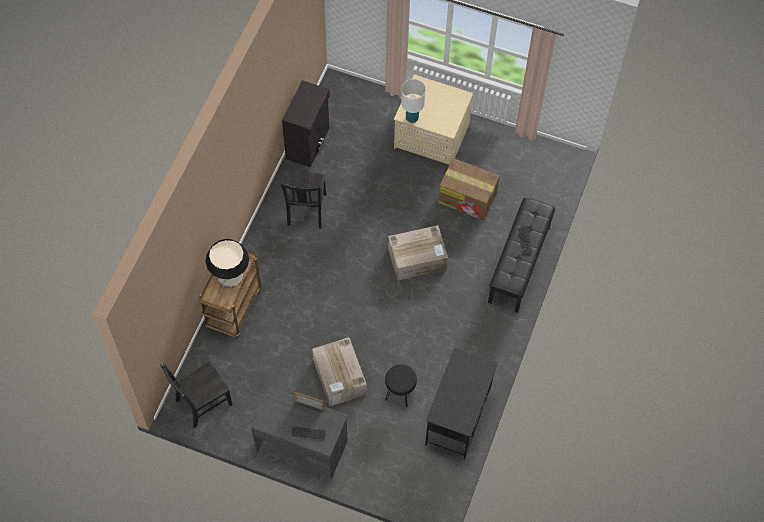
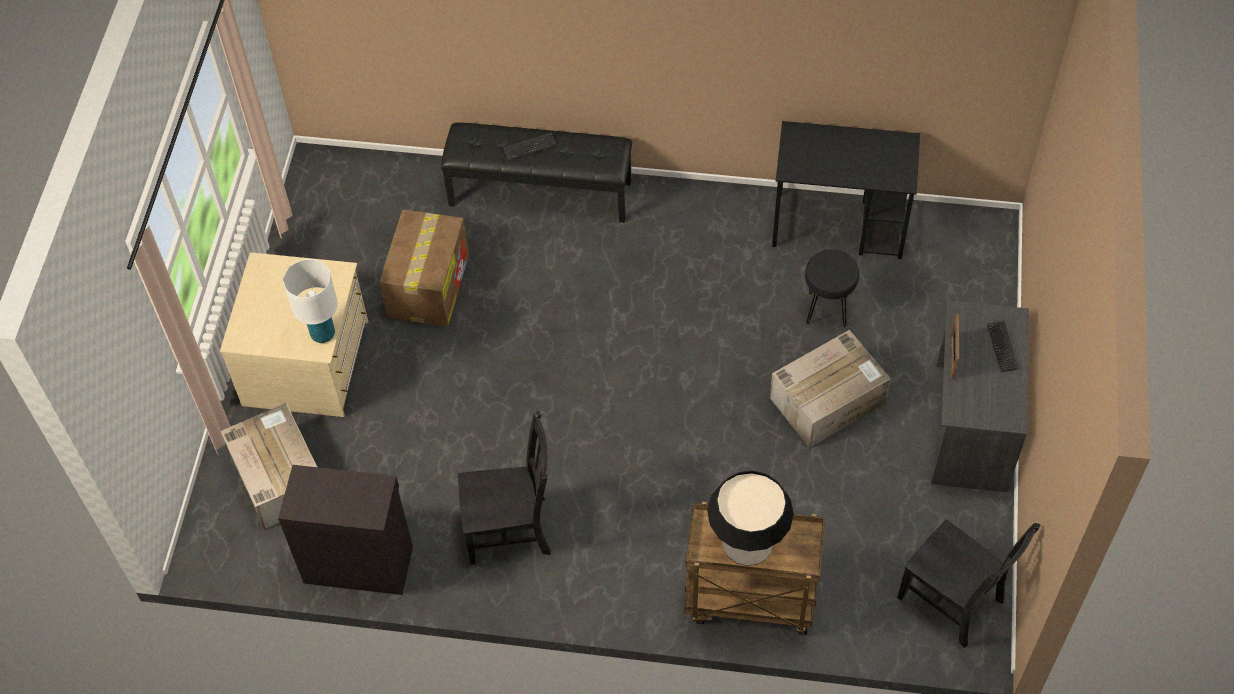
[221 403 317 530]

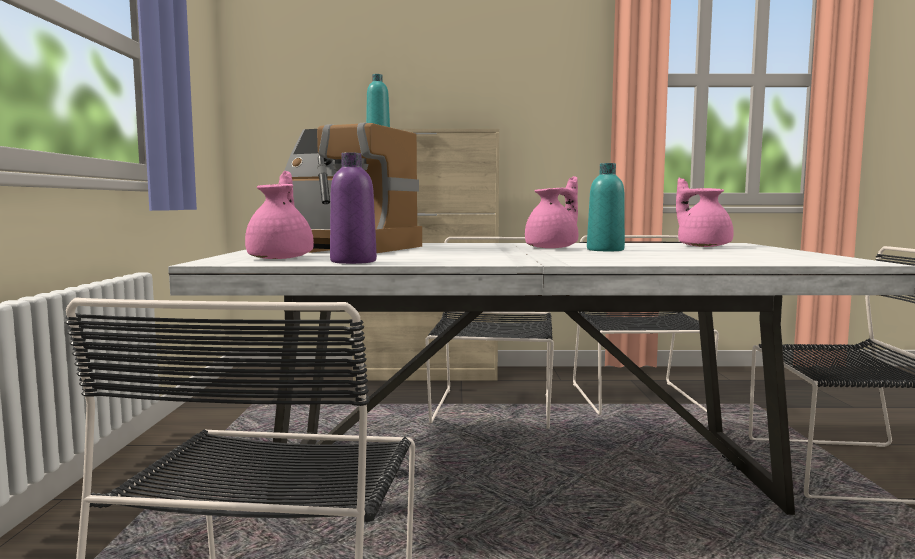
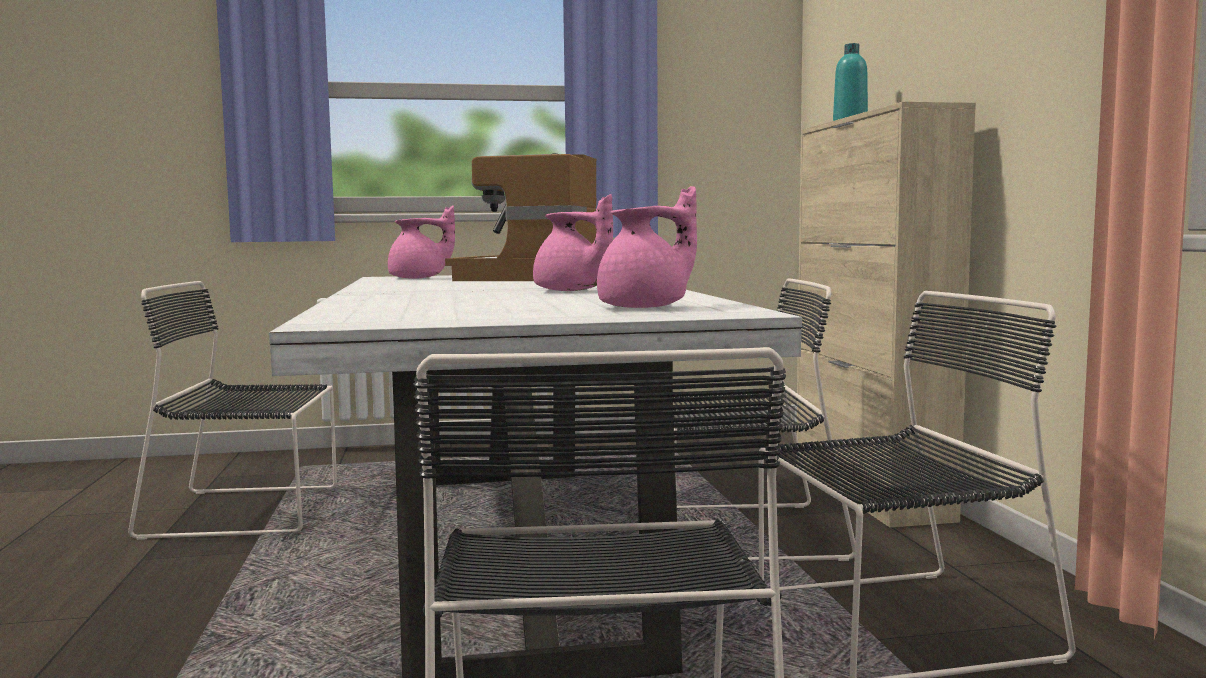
[330 153 377 264] (first image)
[587 163 625 251] (first image)

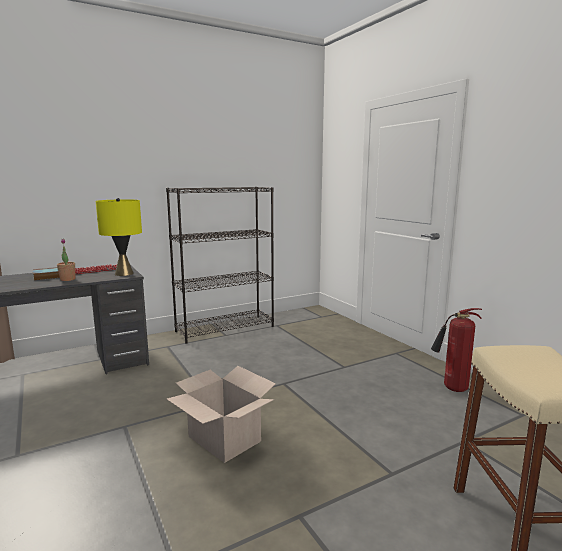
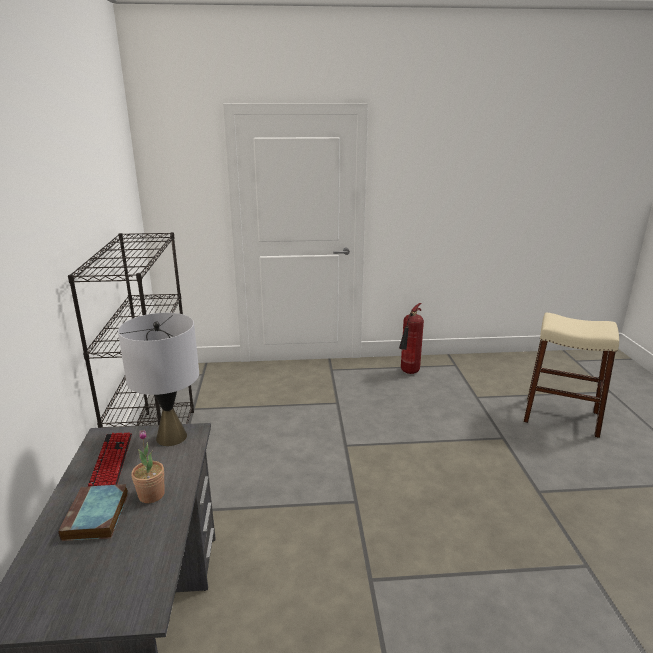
[118 312 199 446]
[167 366 276 463] (first image)

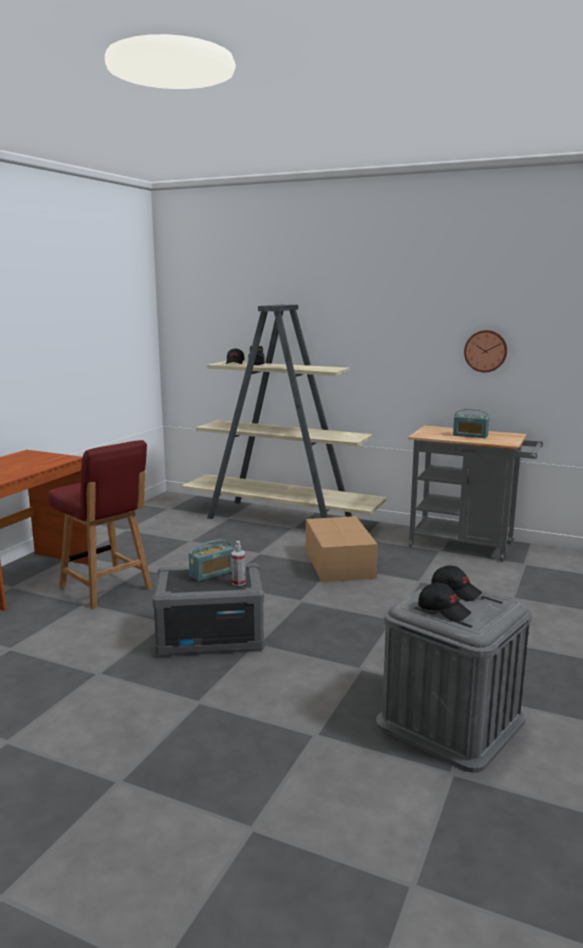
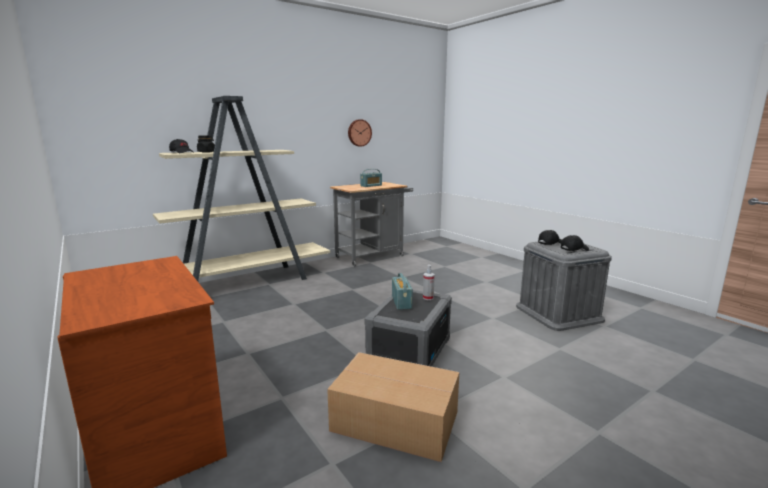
[327 352 459 462]
[48 440 152 609] (first image)

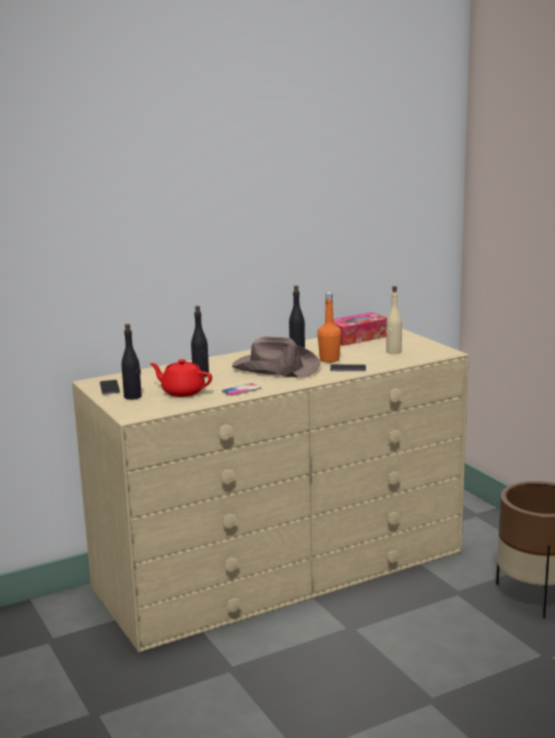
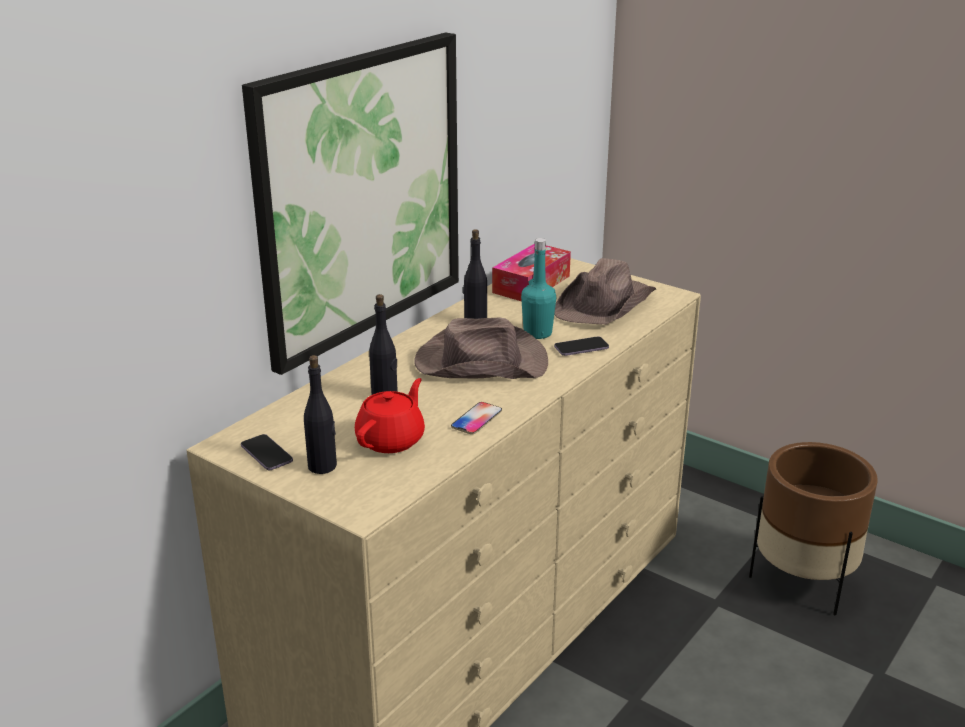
[242 32 459 375]
[355 378 425 453]
[521 238 556 339]
[554 258 656 325]

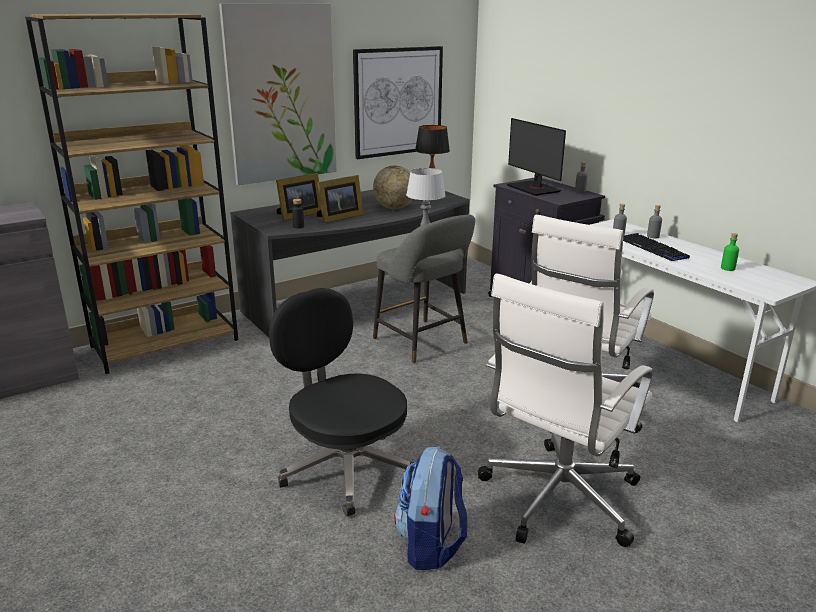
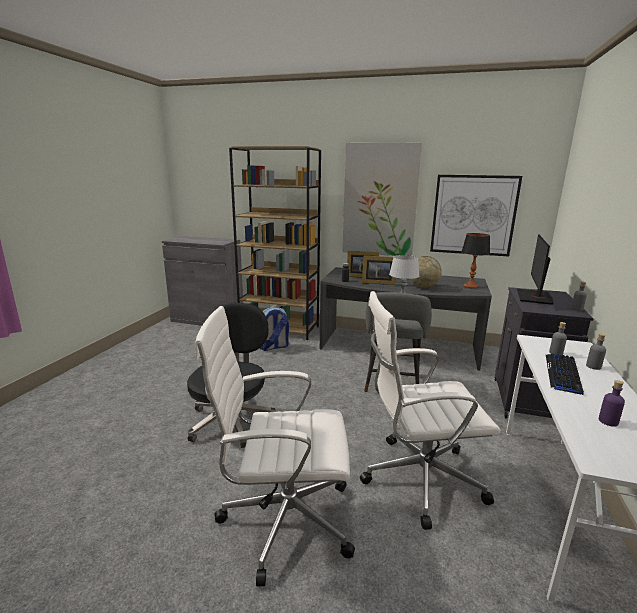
[259 307 289 351]
[599 380 625 427]

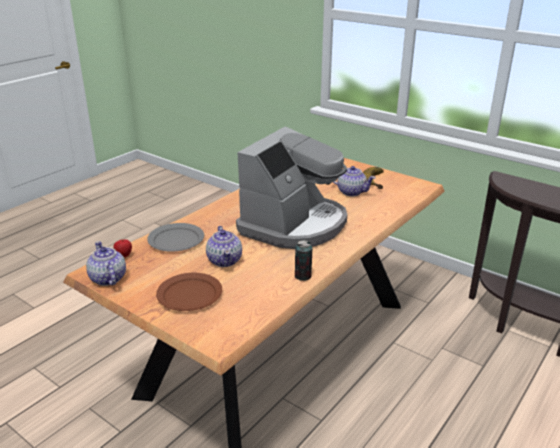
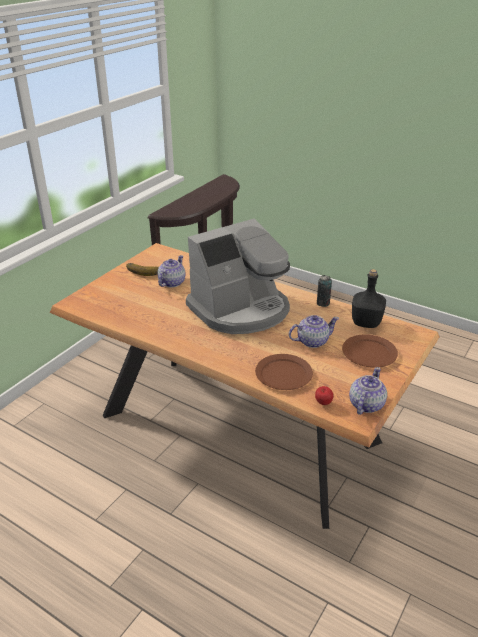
[186 218 290 334]
[255 354 313 390]
[349 367 387 415]
[352 269 386 328]

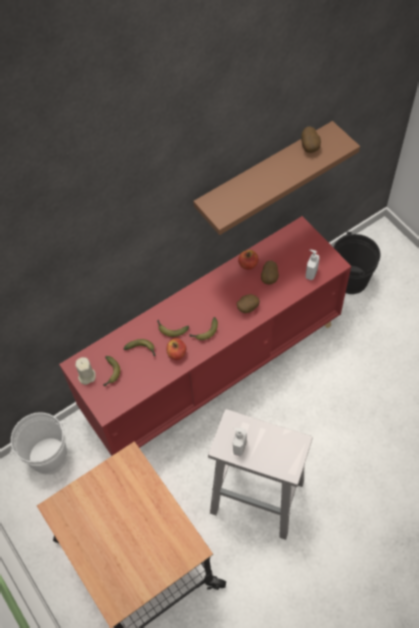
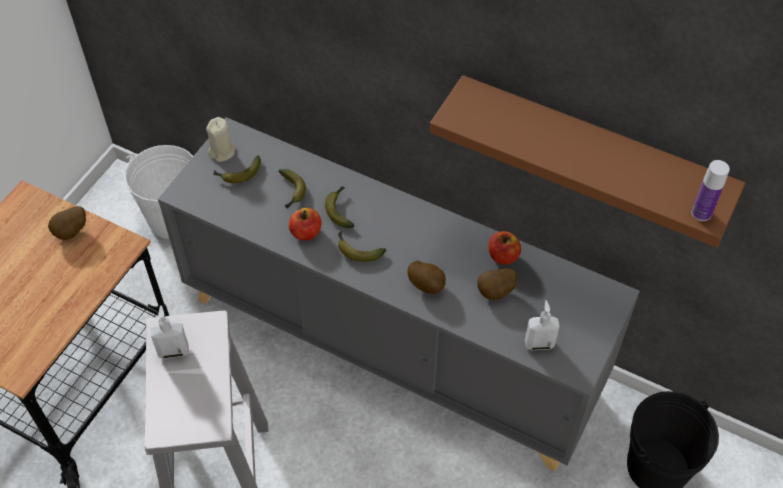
[48 206 86 240]
[158 117 640 472]
[692 160 730 221]

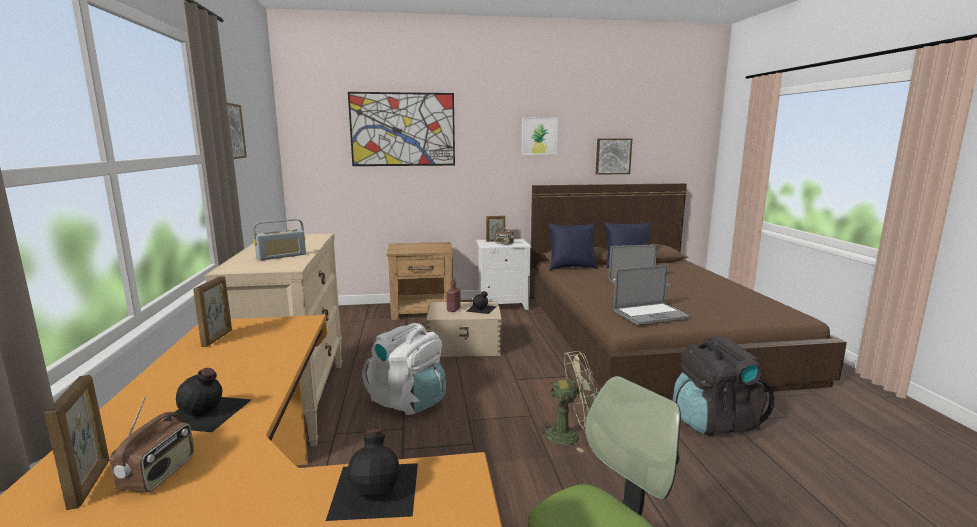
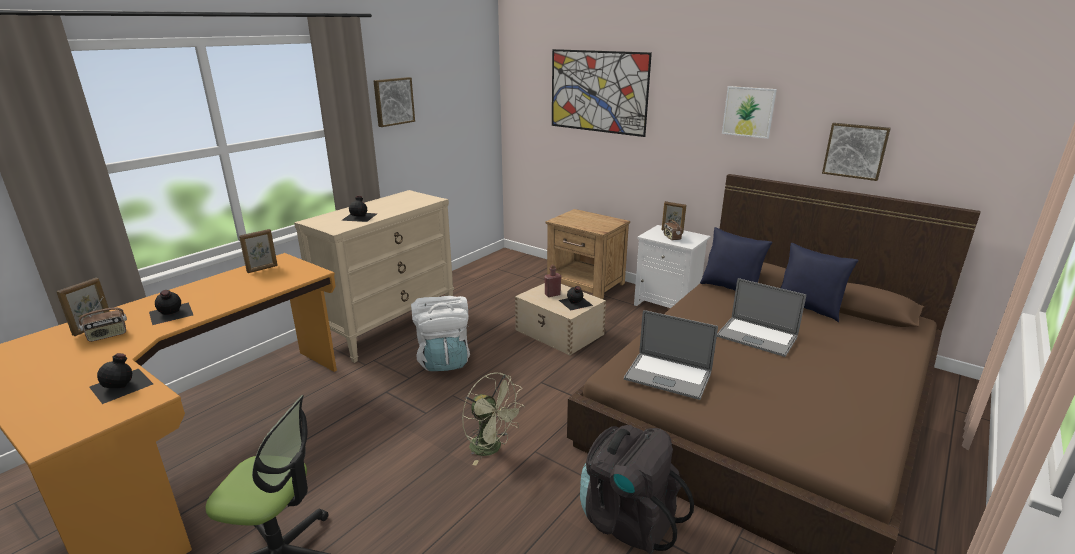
[341 196 378 222]

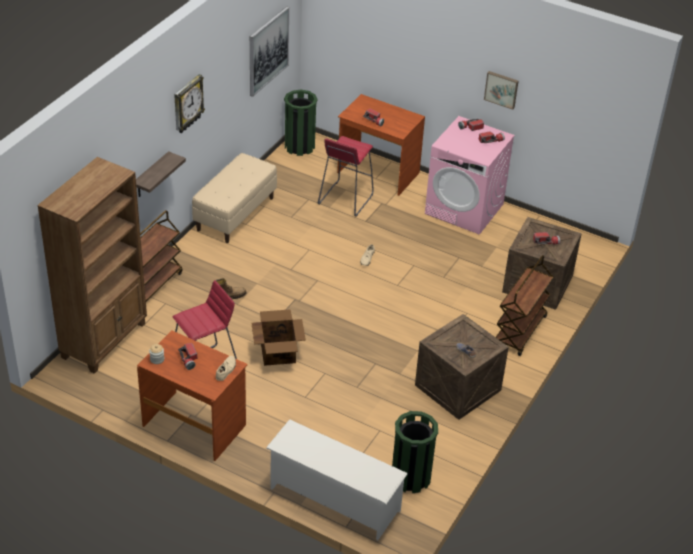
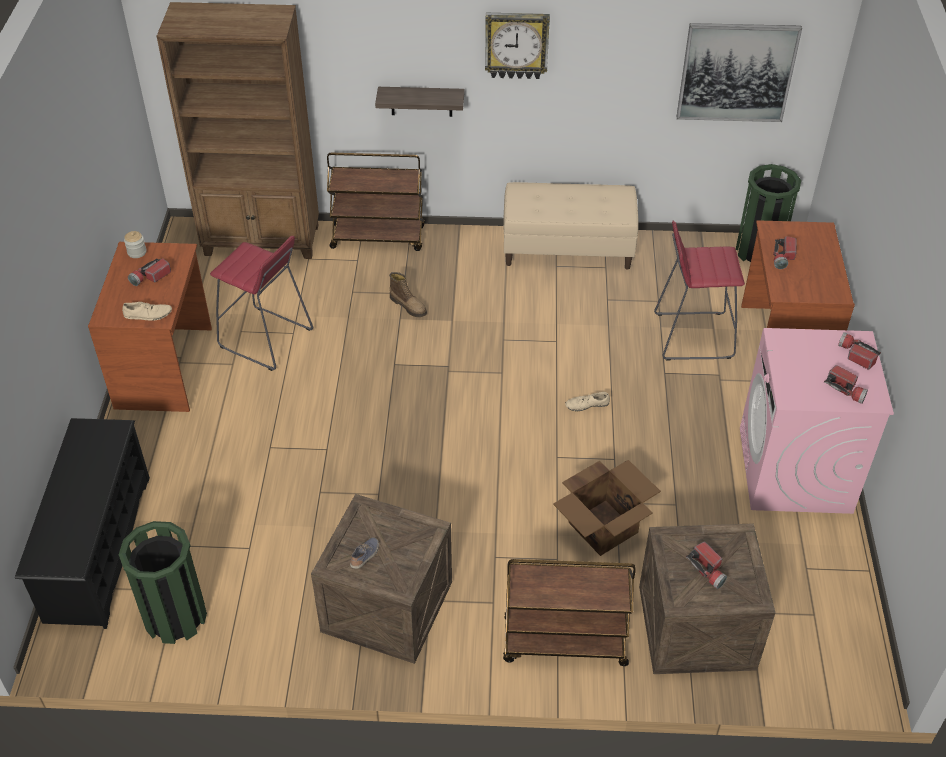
[15 418 150 629]
[553 460 661 556]
[484 71 519 110] (first image)

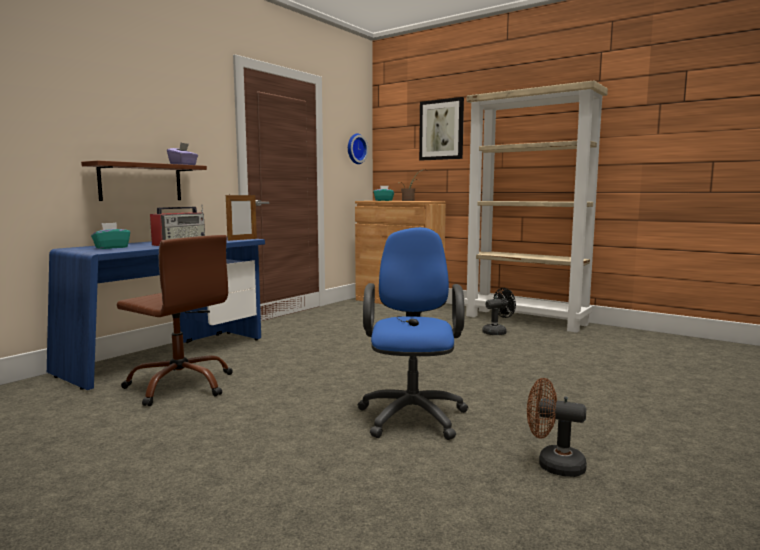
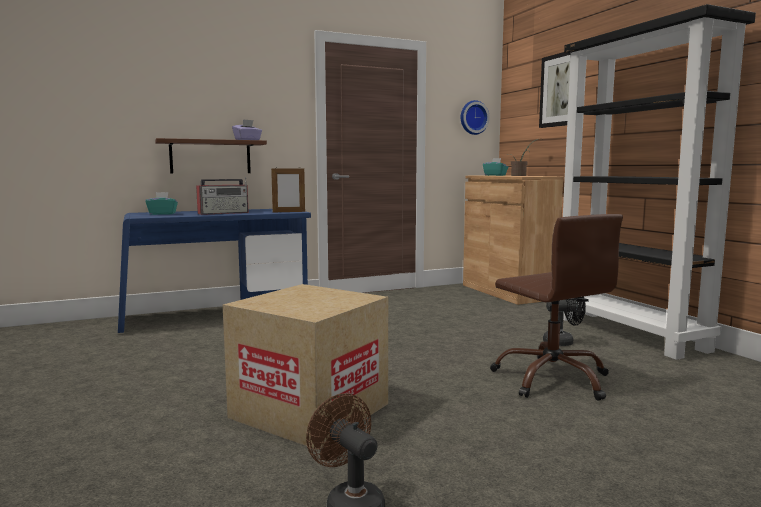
[223 284 388 450]
[490 214 623 401]
[563 4 756 360]

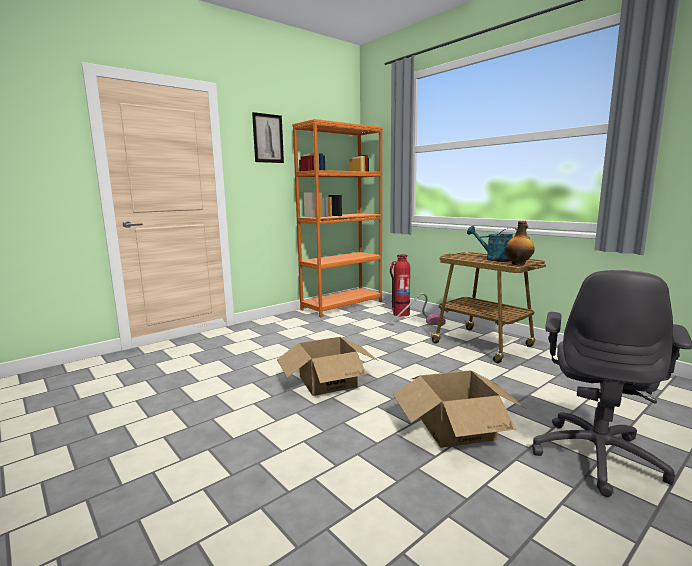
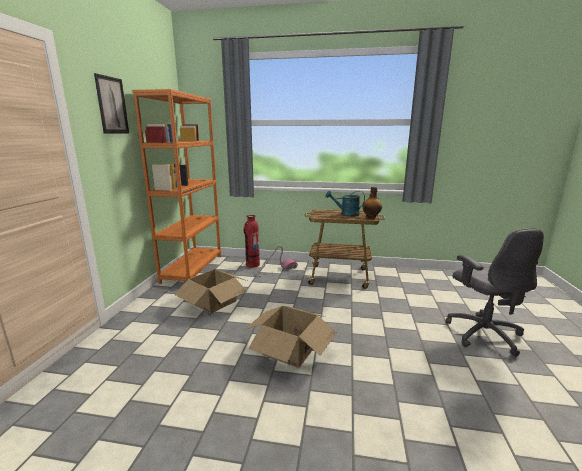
[174 269 247 314]

